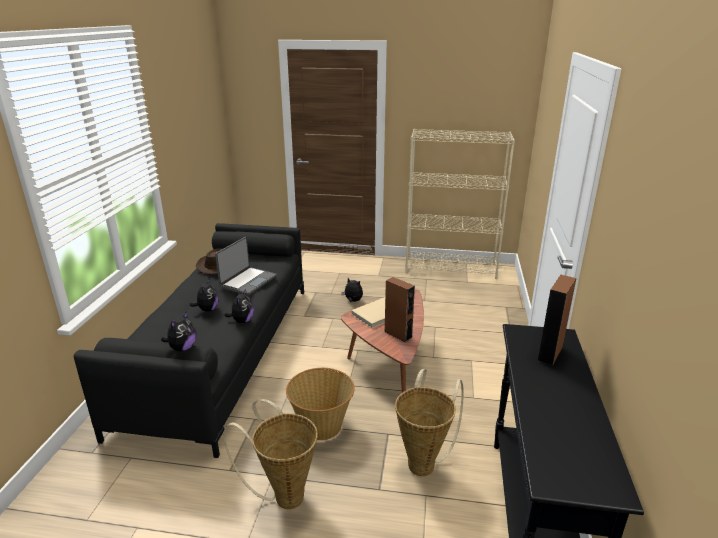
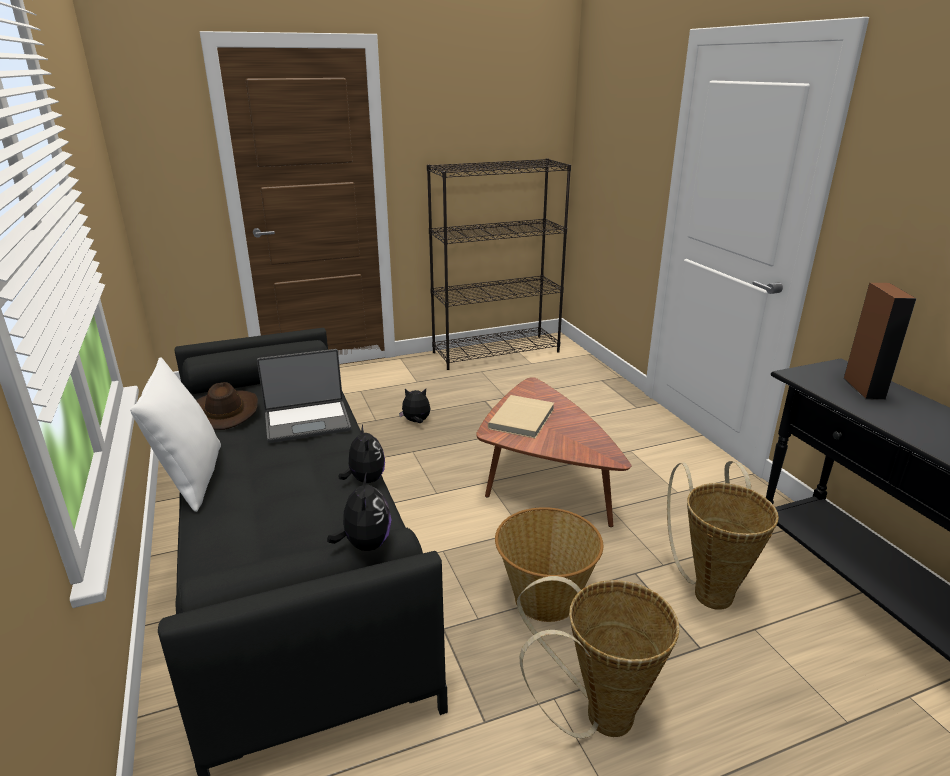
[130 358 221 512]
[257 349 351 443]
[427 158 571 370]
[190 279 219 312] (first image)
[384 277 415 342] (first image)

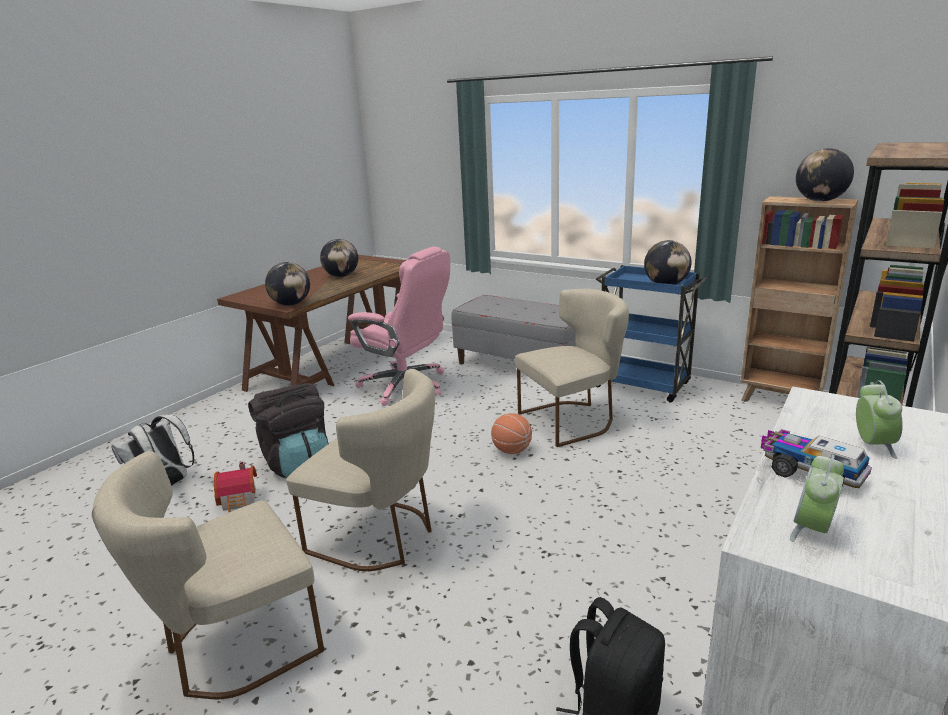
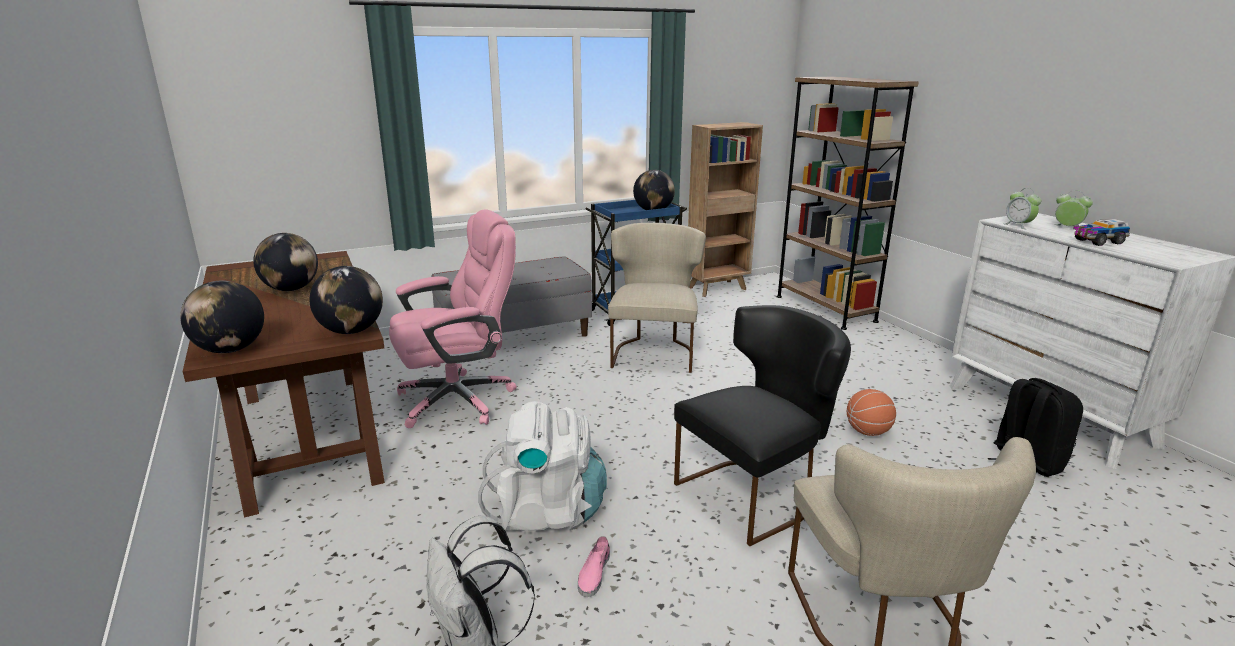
[180 281 264 353]
[478 401 607 531]
[578 536 610 597]
[674 305 851 546]
[847 389 896 436]
[1003 188 1041 229]

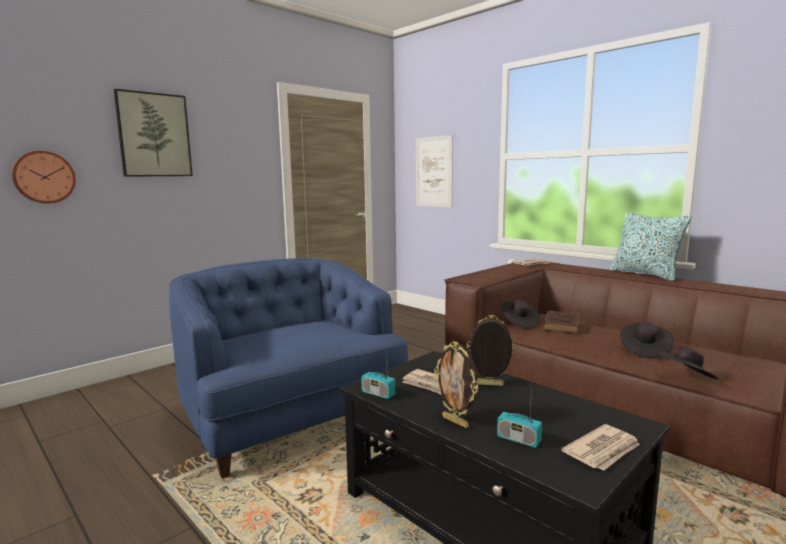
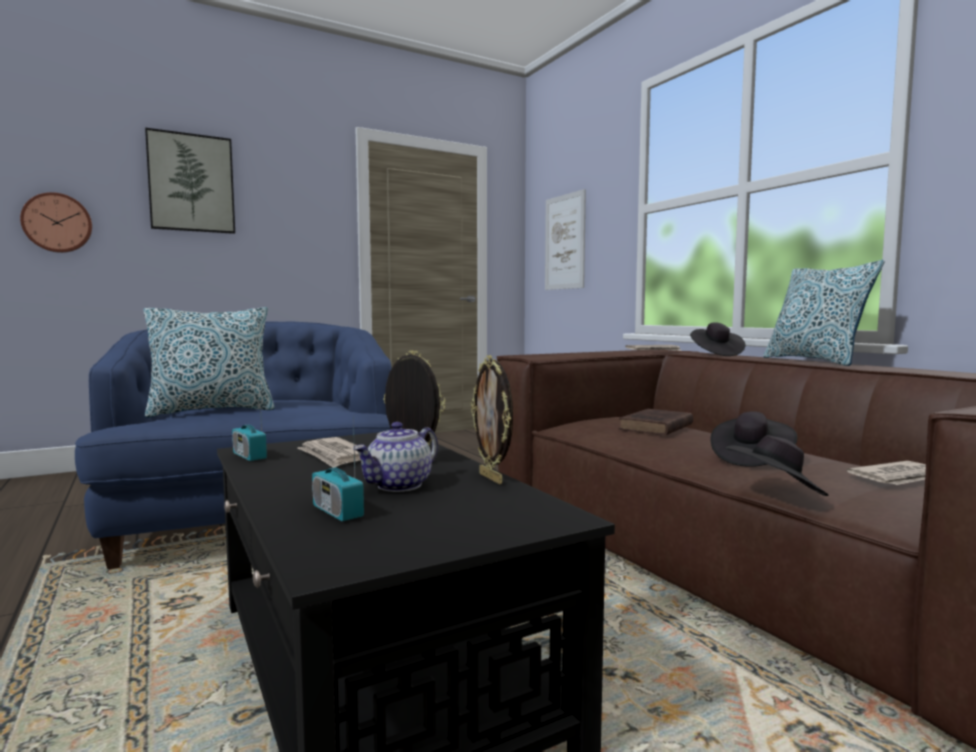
[144 307 275 418]
[353 422 438 492]
[471 355 513 484]
[690 323 745 356]
[846 461 926 485]

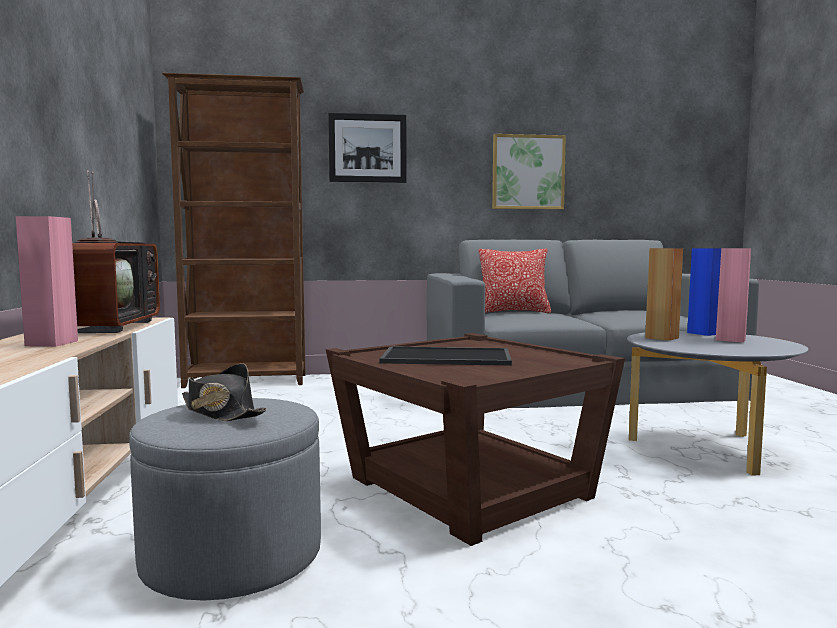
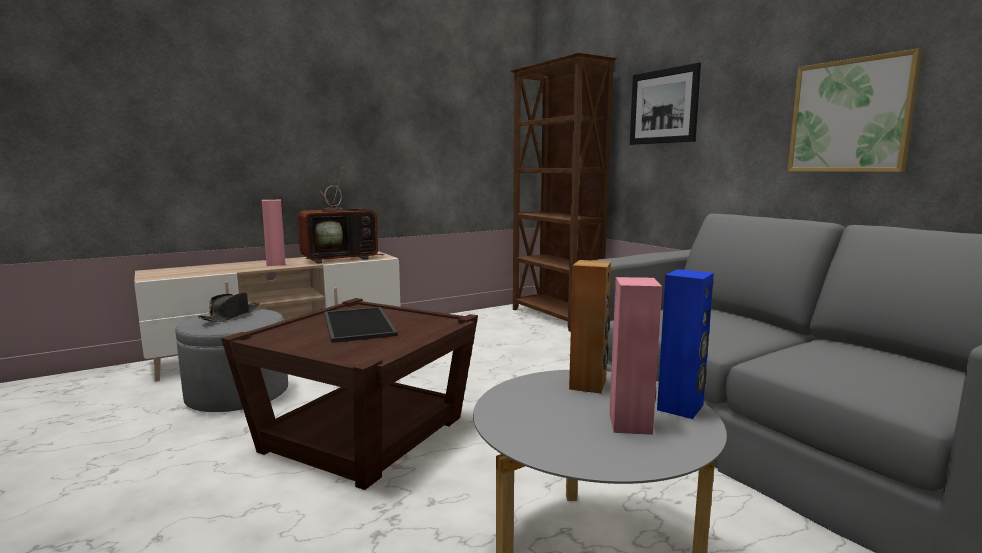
[479 249 551 313] (first image)

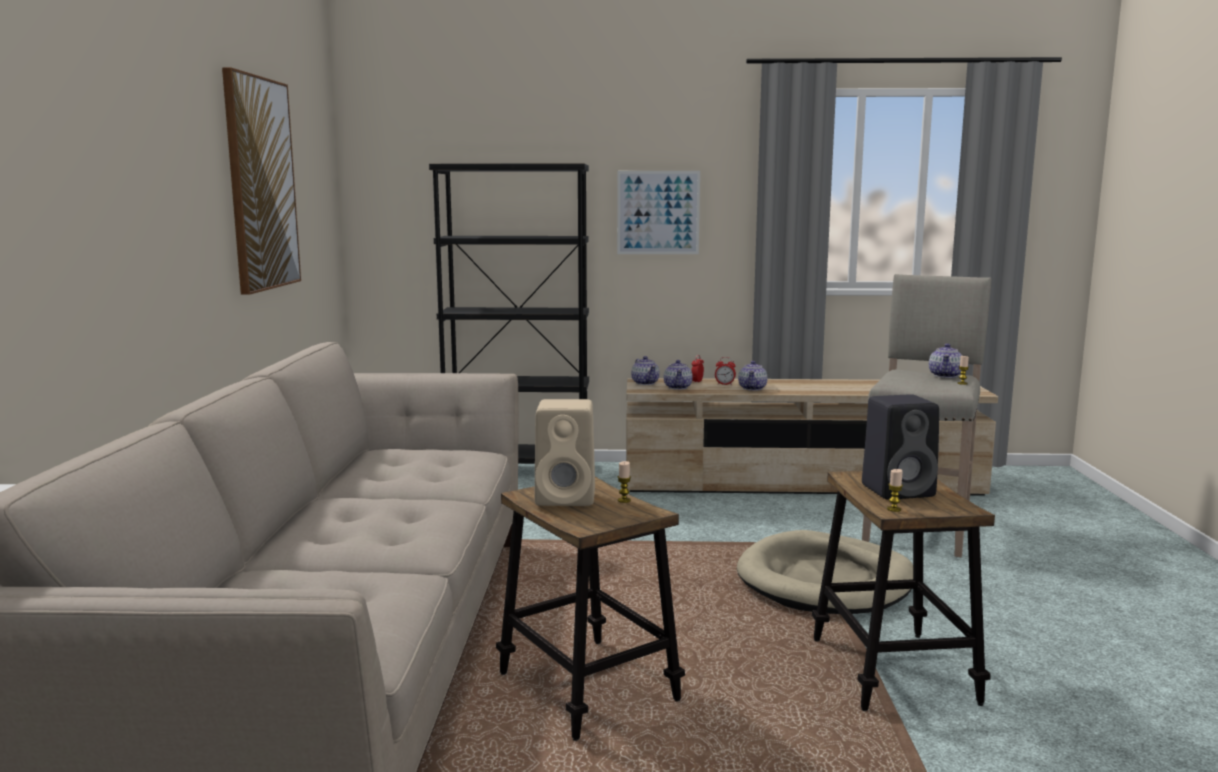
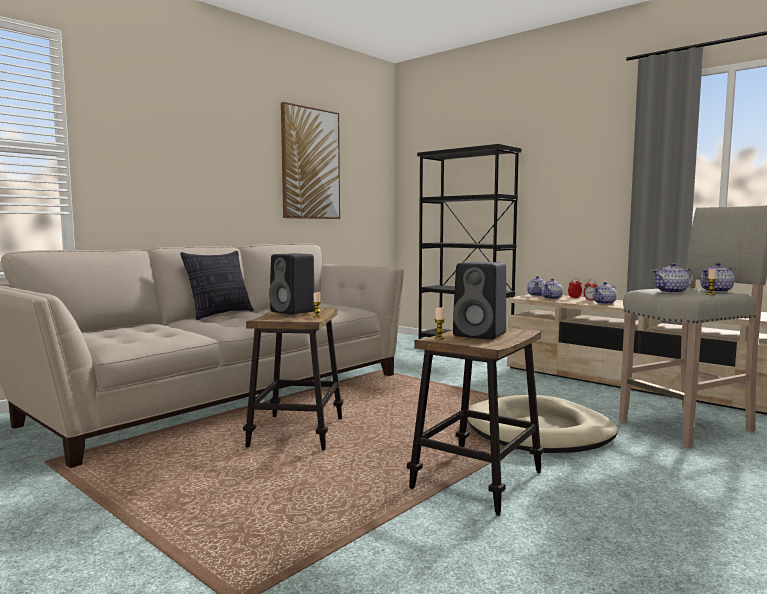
[180 251 254 320]
[269 253 315 315]
[652 263 694 293]
[617 171 700 254] (first image)

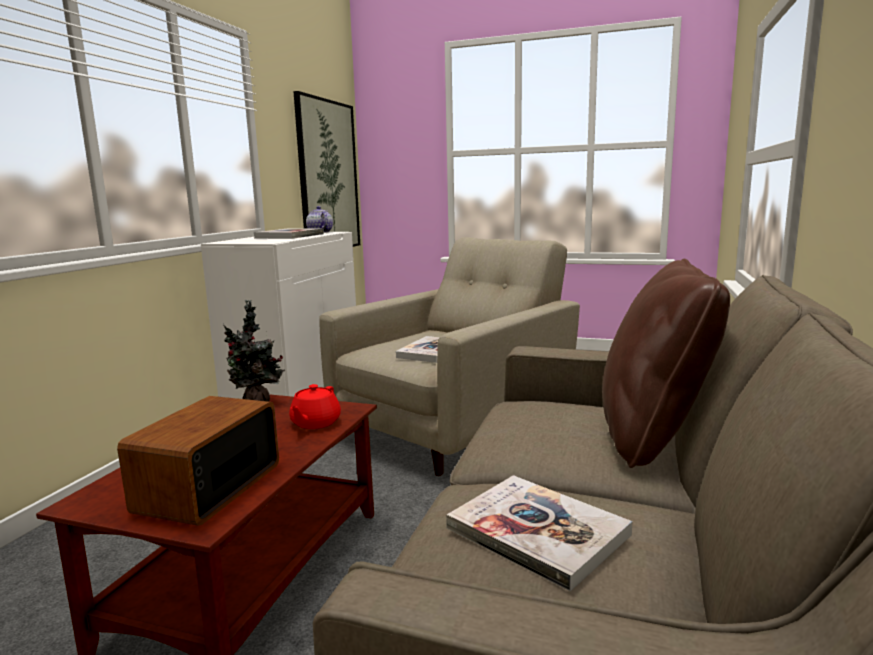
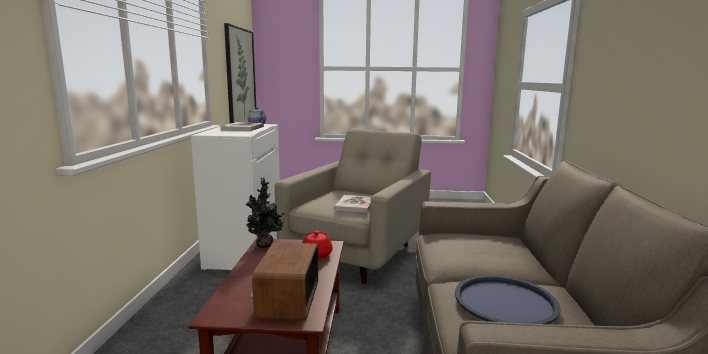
[455 275 561 324]
[602 259 730 468] (first image)

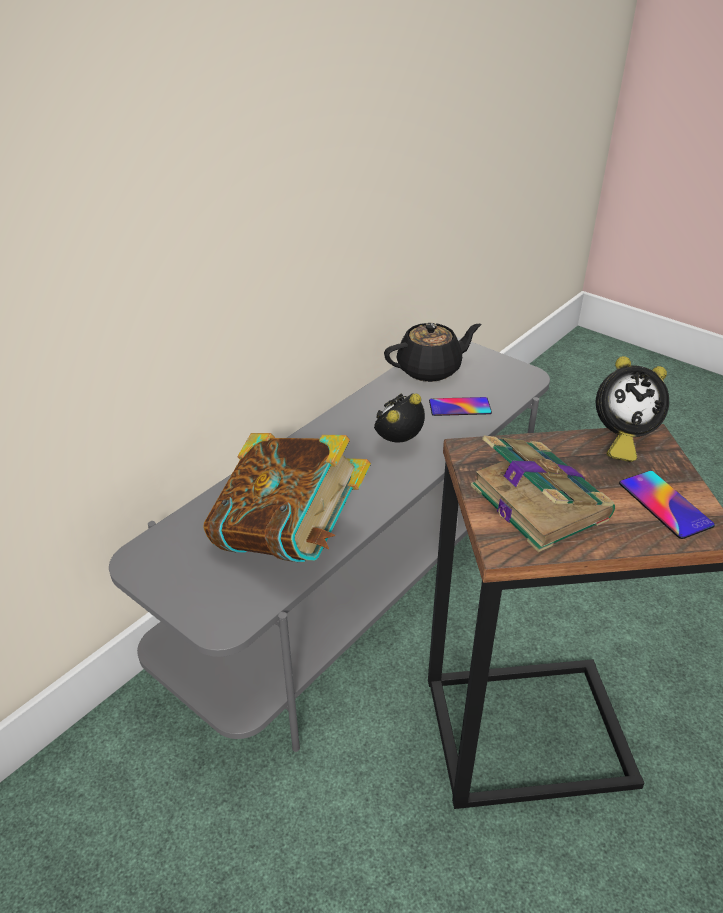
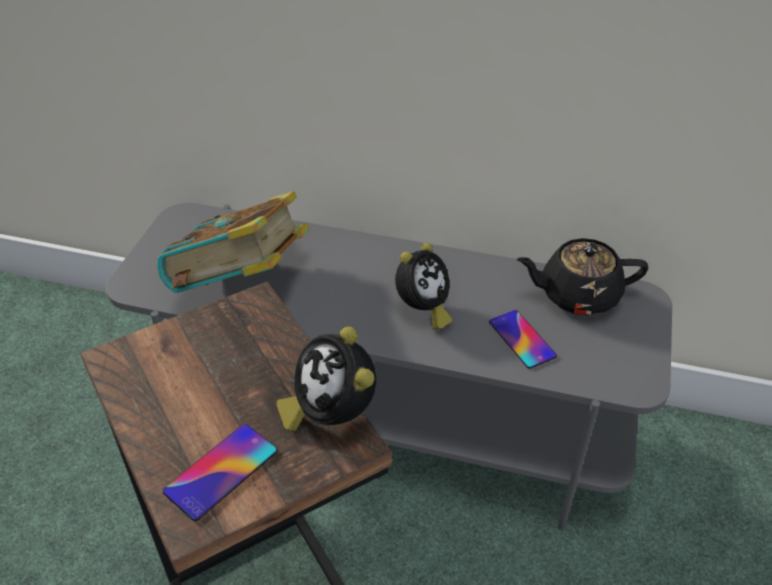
[395 243 452 330]
[517 238 648 315]
[471 435 615 552] (first image)

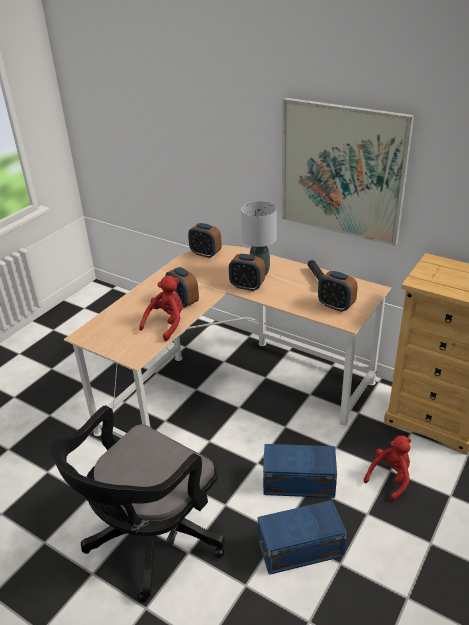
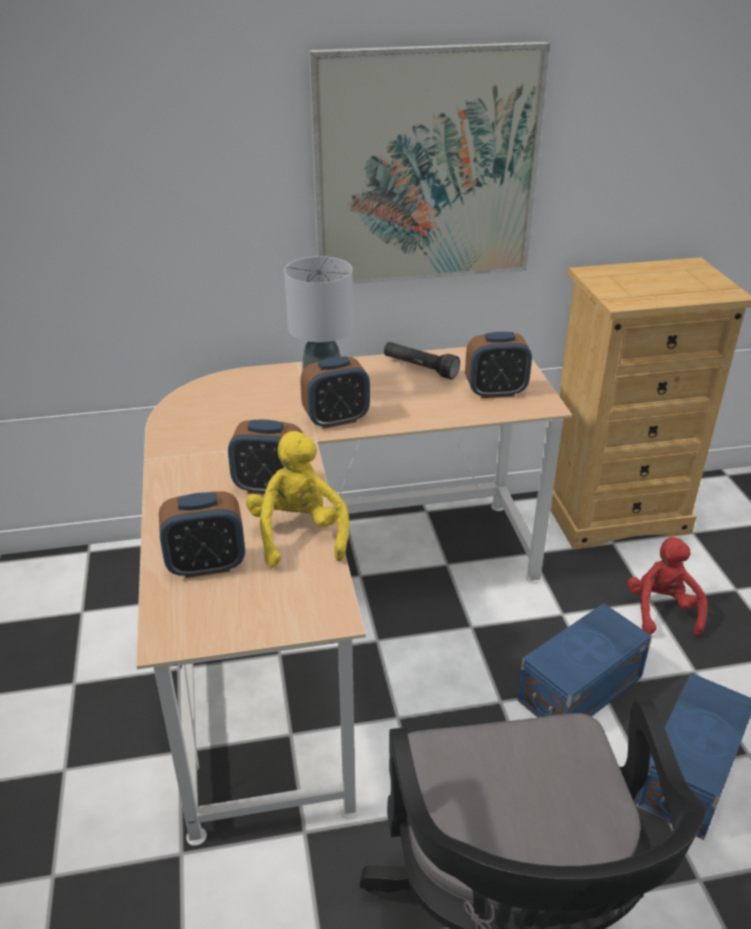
[159 492 245 578]
[246 431 349 568]

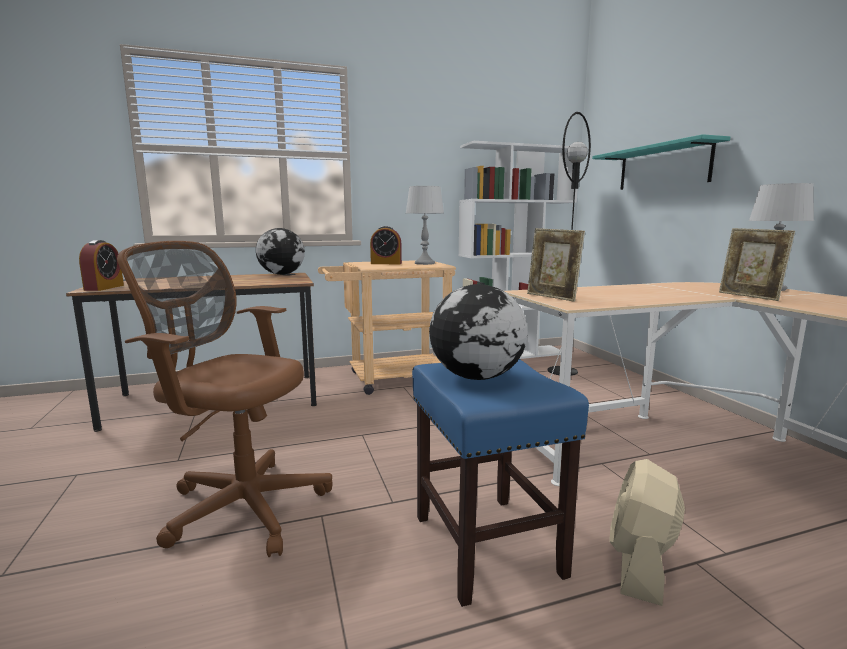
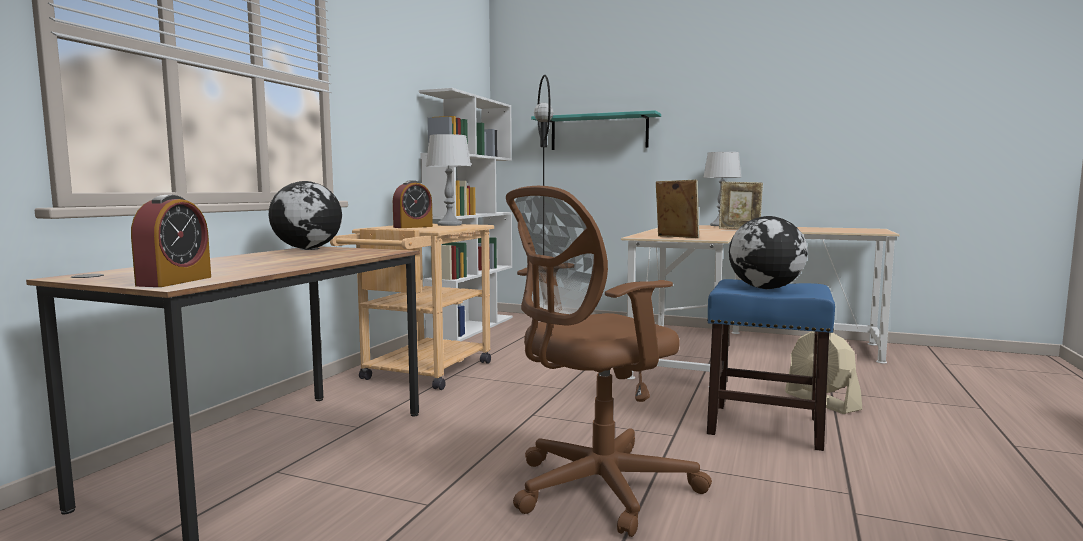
[131 195 211 287]
[656 180 699 238]

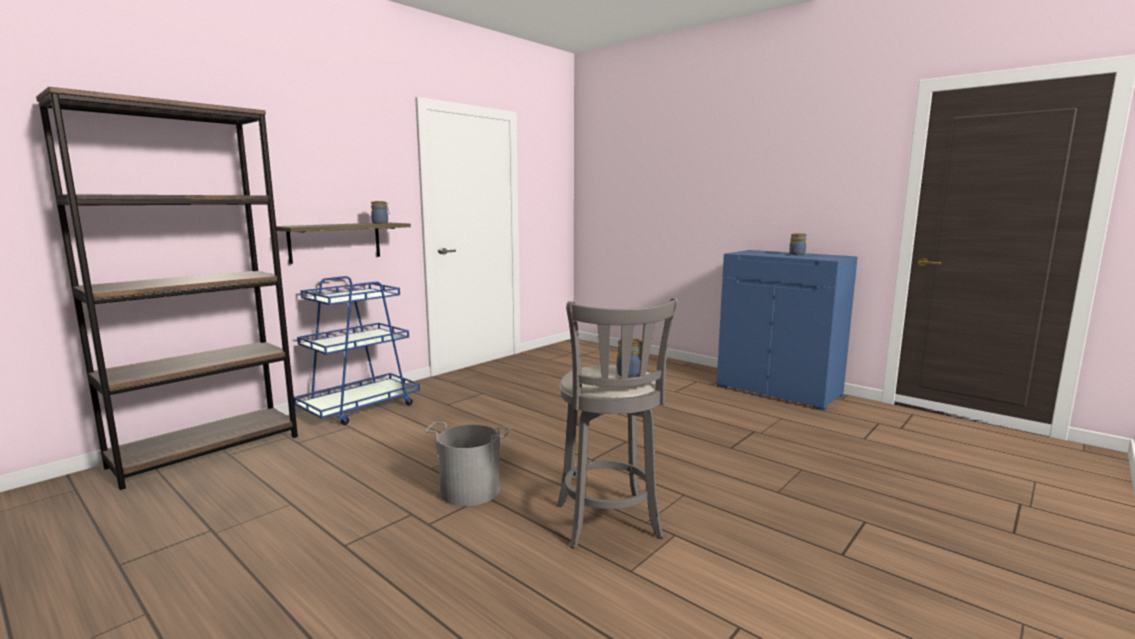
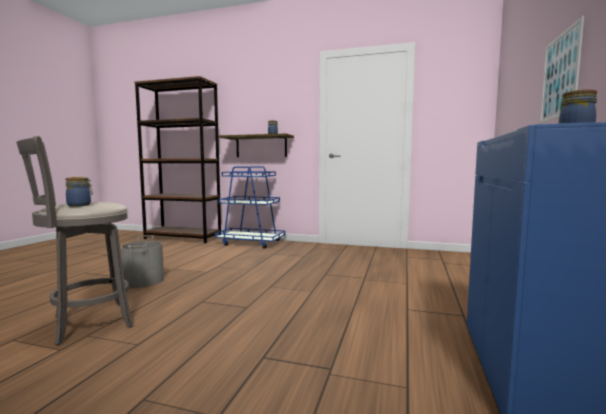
[540 16 584 123]

